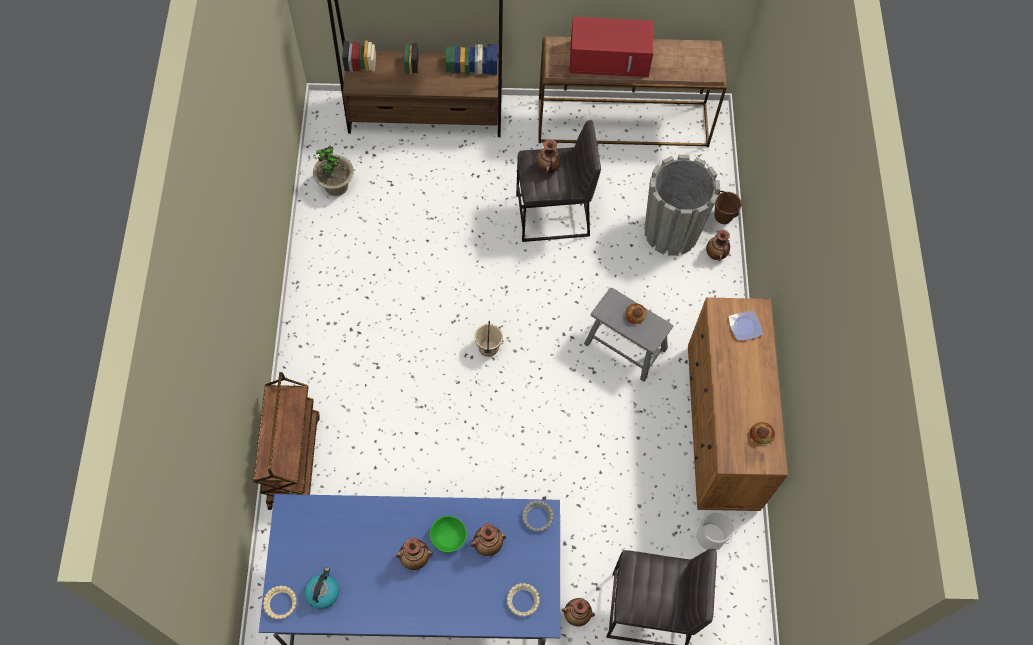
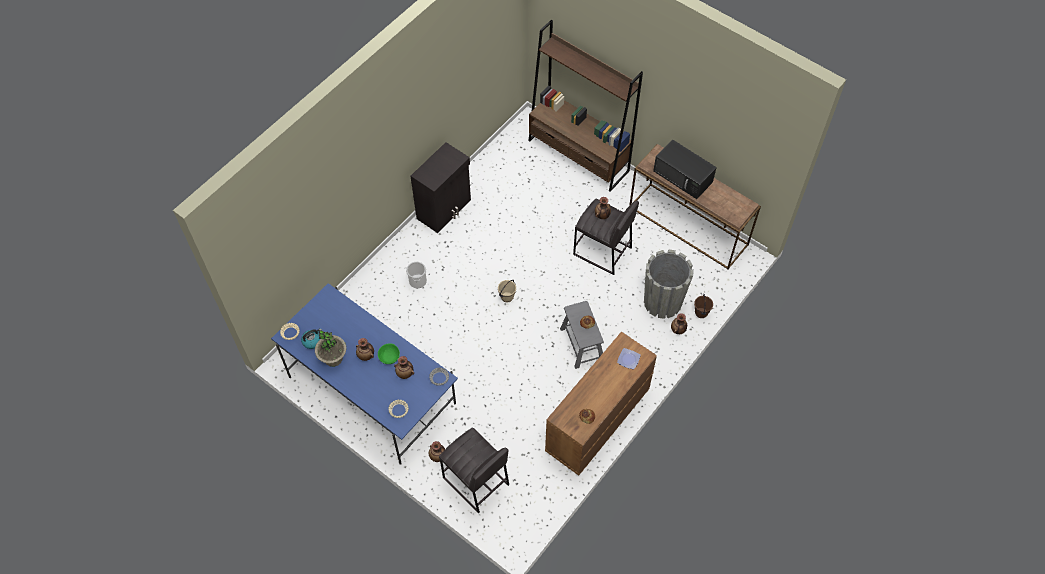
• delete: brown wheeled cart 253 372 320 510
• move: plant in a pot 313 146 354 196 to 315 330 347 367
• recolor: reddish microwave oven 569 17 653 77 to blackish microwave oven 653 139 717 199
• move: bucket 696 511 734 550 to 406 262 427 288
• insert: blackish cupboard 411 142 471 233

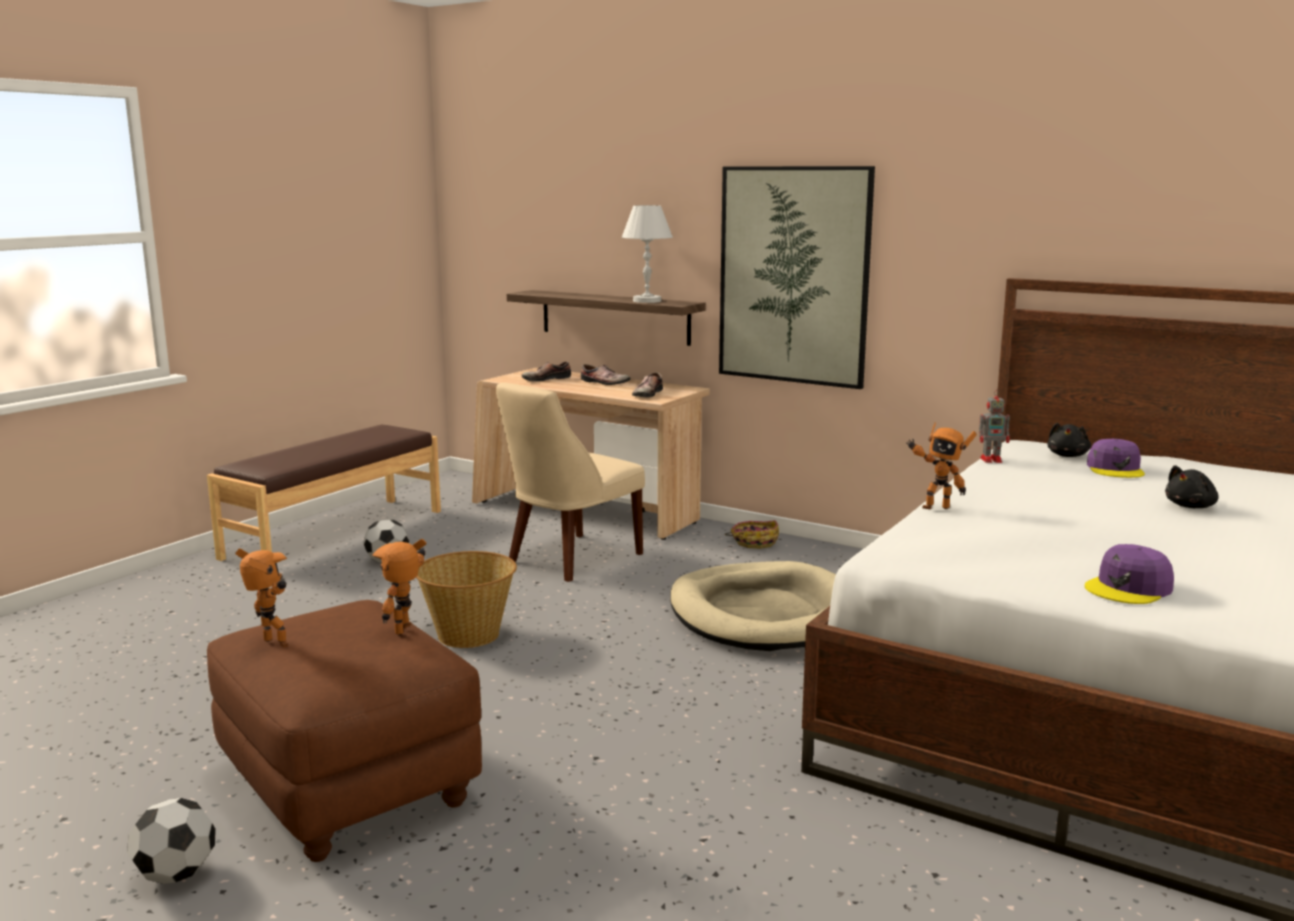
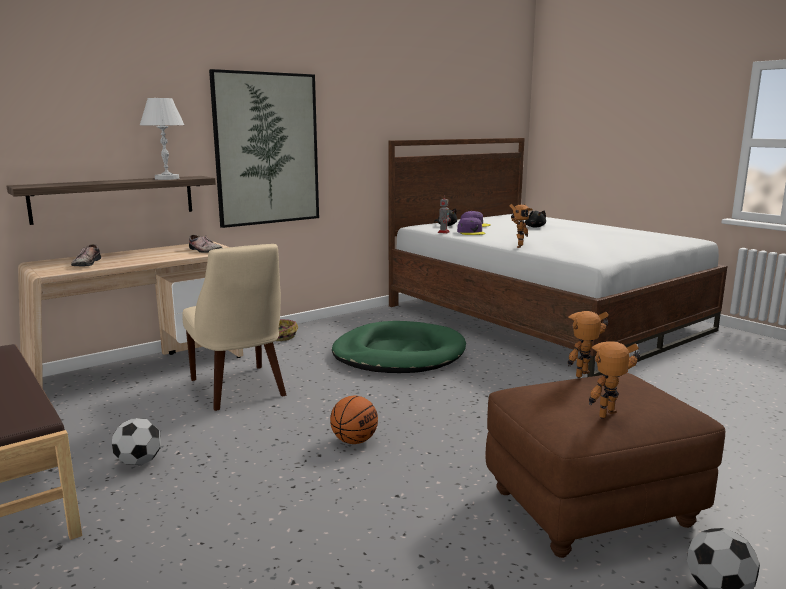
• rotate: robot figure 372 539 427 635 = 568 311 609 378 105 degrees clockwise
• replace: storage basket 416 551 517 648 to basketball 330 396 378 444
• delete: shoe 581 364 631 385
• recolor: beige dog bed 670 561 836 651 to green-coloured dog bed 332 321 466 373
• move: purple-coloured cap 1085 544 1174 604 to 457 217 486 235

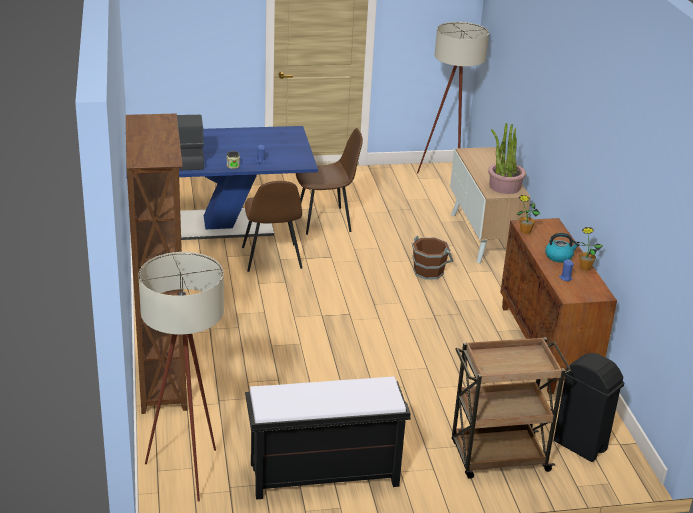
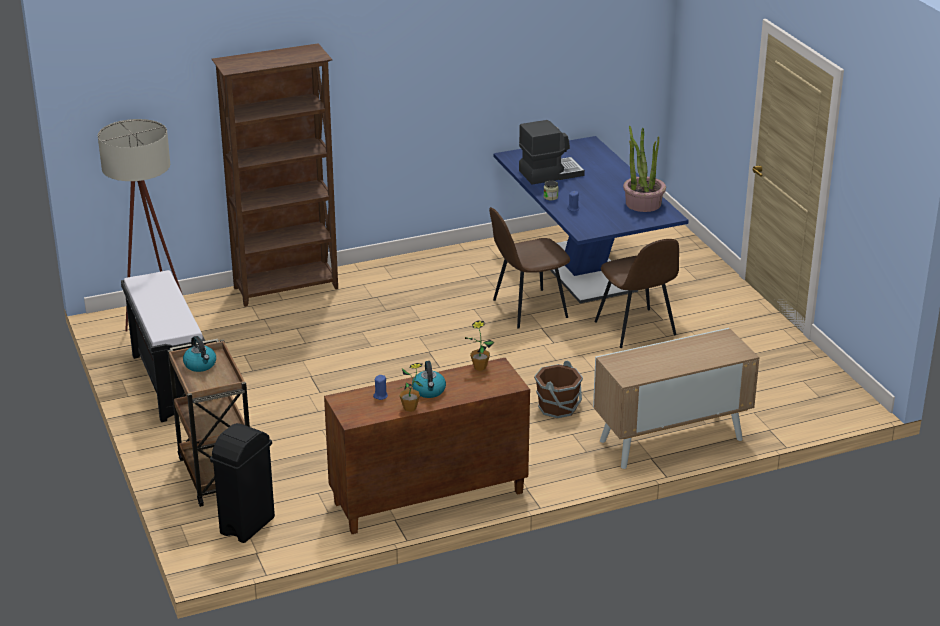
• delete: beige floor lamp 417 22 489 174
• move: plant in a pot 488 123 526 194 to 623 126 666 212
• insert: tea kettle 183 336 216 372

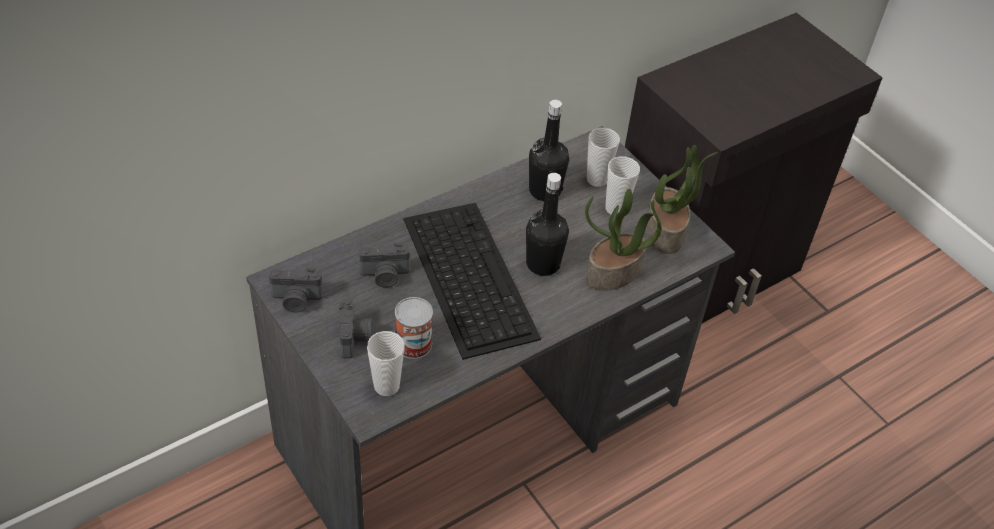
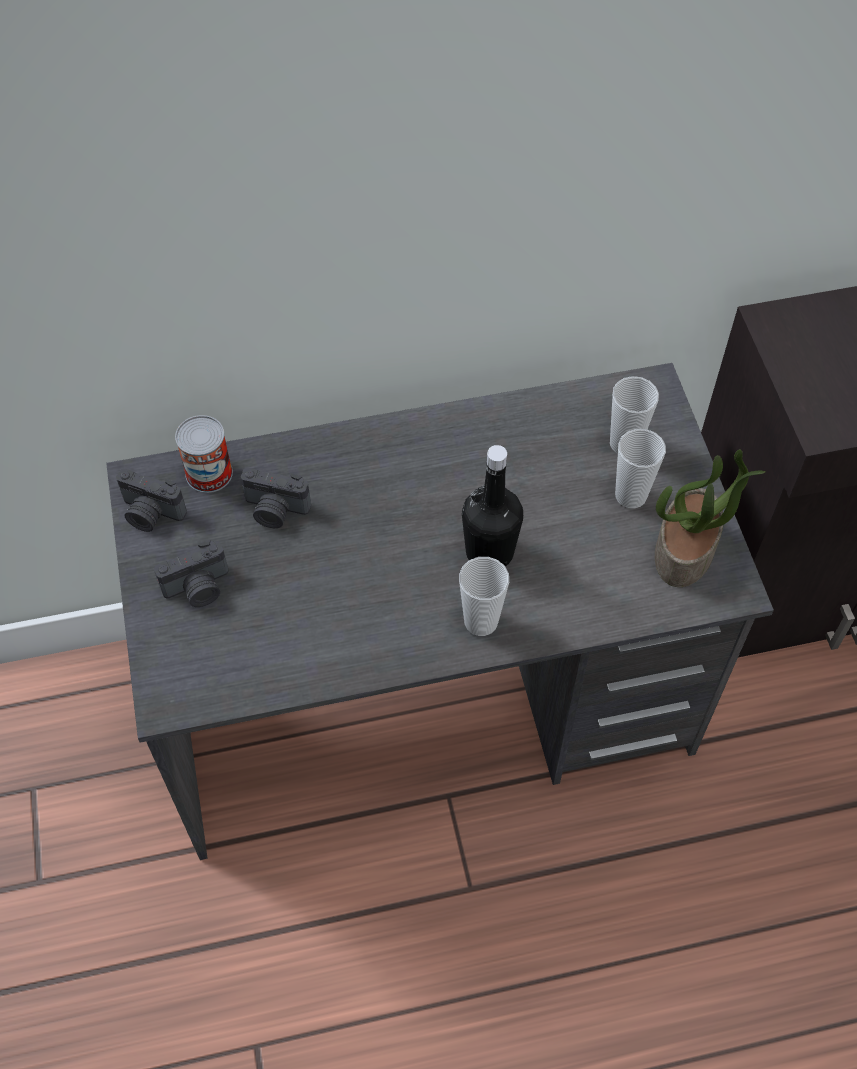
• rotate: photo camera 339 298 372 359 = 154 540 229 607 45 degrees clockwise
• move: drinking cup 367 331 405 396 to 459 557 509 636
• move: sealed can 395 297 433 359 to 175 415 233 493
• delete: keyboard 404 203 541 360
• delete: blackish drink bottle 529 100 569 201
• delete: plant in a pot 585 188 661 291

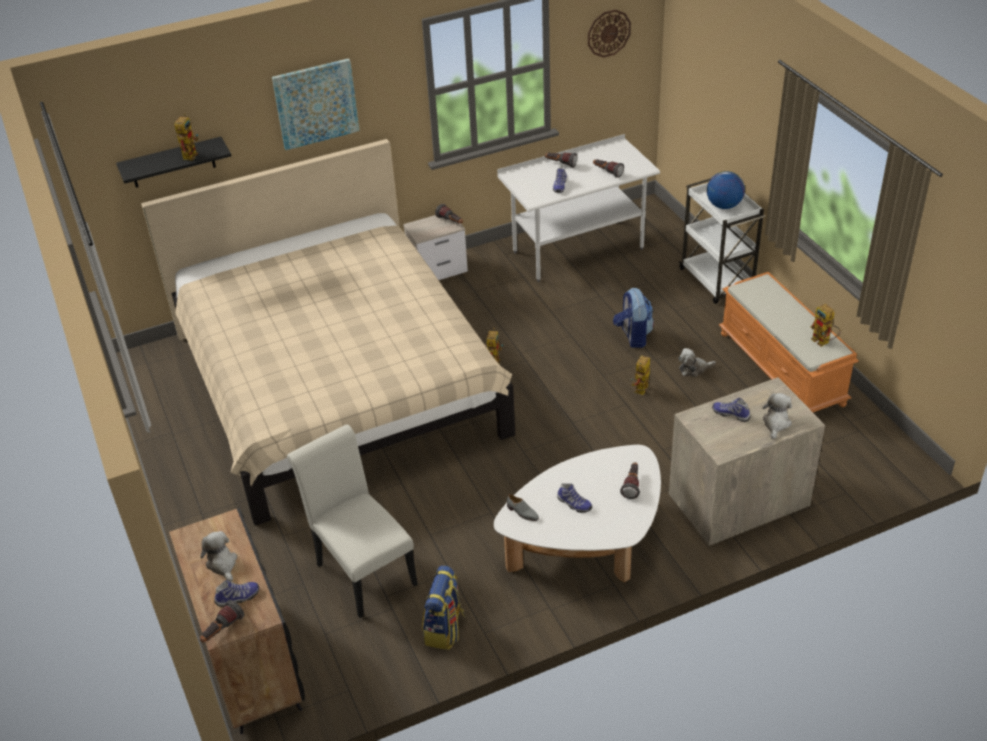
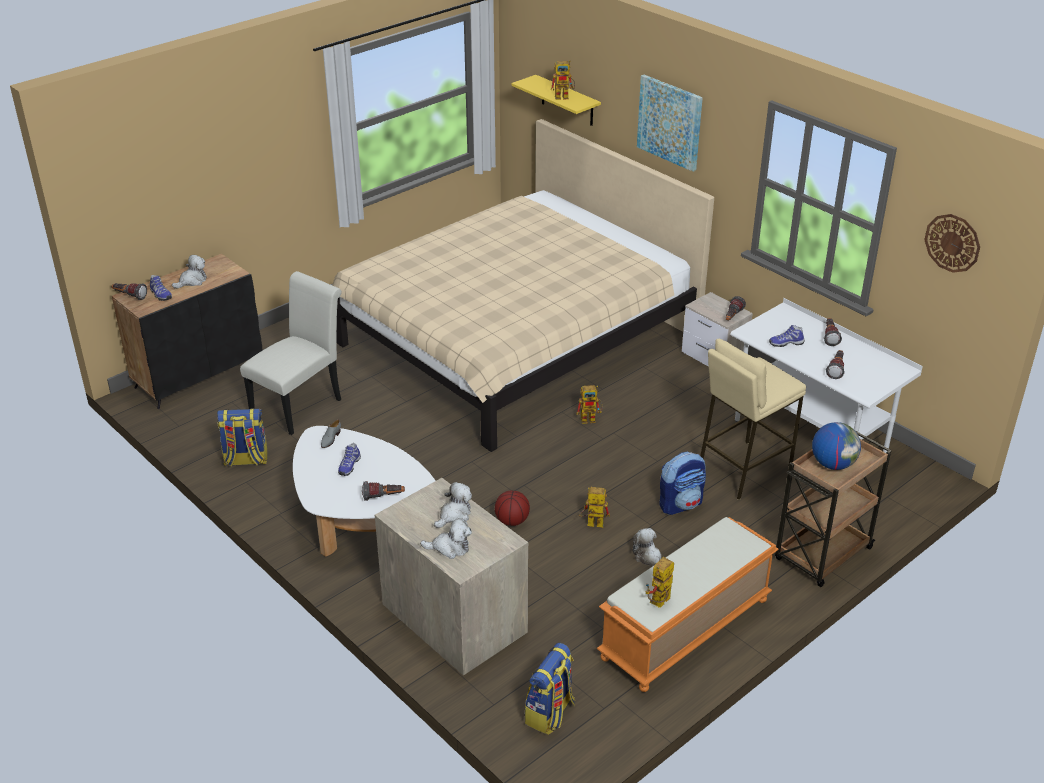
• recolor: blackish wall shelf 116 137 231 188 to yellowish wall shelf 512 75 601 126
• recolor: white wheeled cart 679 178 765 304 to brown wheeled cart 775 431 892 587
• replace: shoe 712 398 750 422 to cuddly toy 434 482 472 528
• insert: basketball 495 491 530 526
• insert: backpack 525 643 575 735
• insert: beige stool seat 700 339 806 500

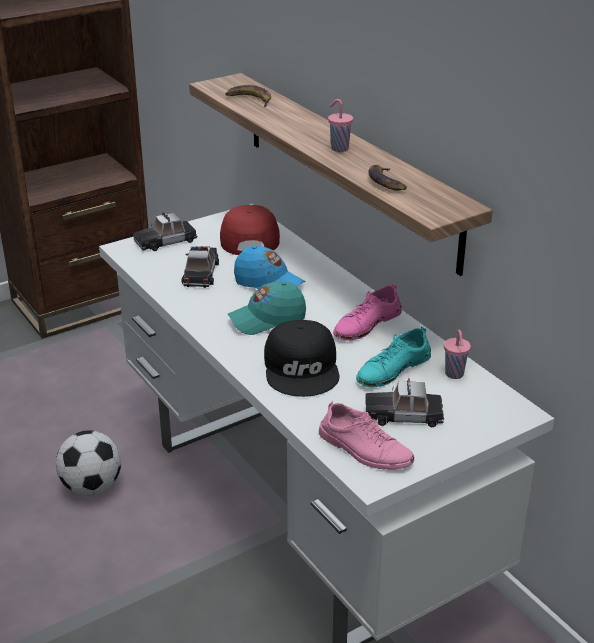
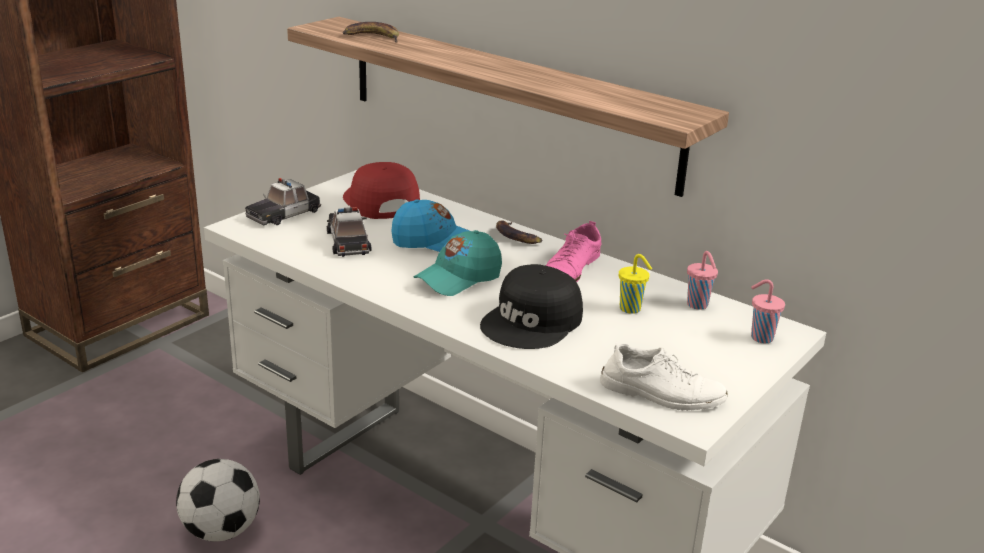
• rotate: blackish cap 264 320 339 397 = 480 264 583 349 60 degrees clockwise
• recolor: pink-coloured shoe 319 401 414 470 to white shoe 600 342 728 411
• move: pink-coloured drinking cup 328 99 353 152 to 751 279 785 344
• replace: turquoise-coloured shoe 356 326 431 388 to yellowish drinking cup 619 254 652 314
• delete: miniature car 365 378 444 427
• move: banana fruit 369 165 407 191 to 496 221 543 244

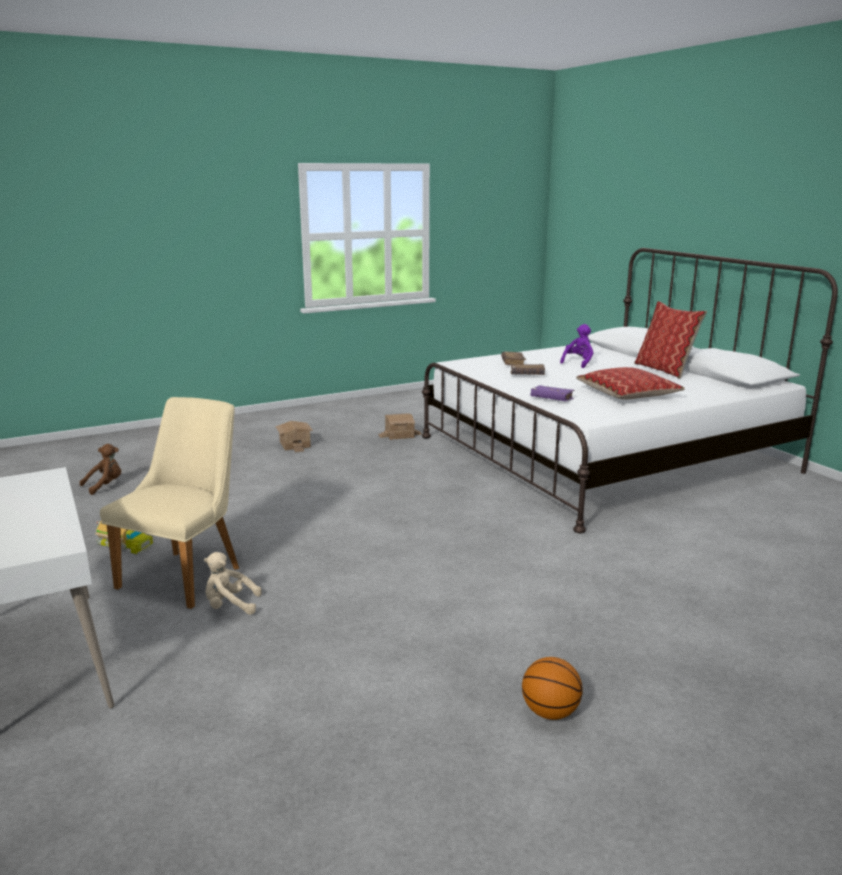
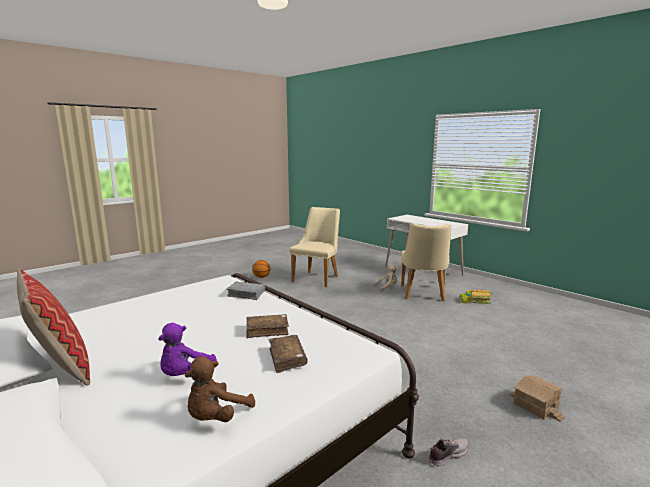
• move: brown cuddly toy 80 444 121 495 to 185 356 255 422
• replace: model house 379 413 421 440 to shoe 429 438 469 467
• recolor: purple-coloured book 531 385 574 401 to gray book 226 282 265 300
• delete: throw pillow 576 367 685 400
• insert: beige chair 289 207 340 287

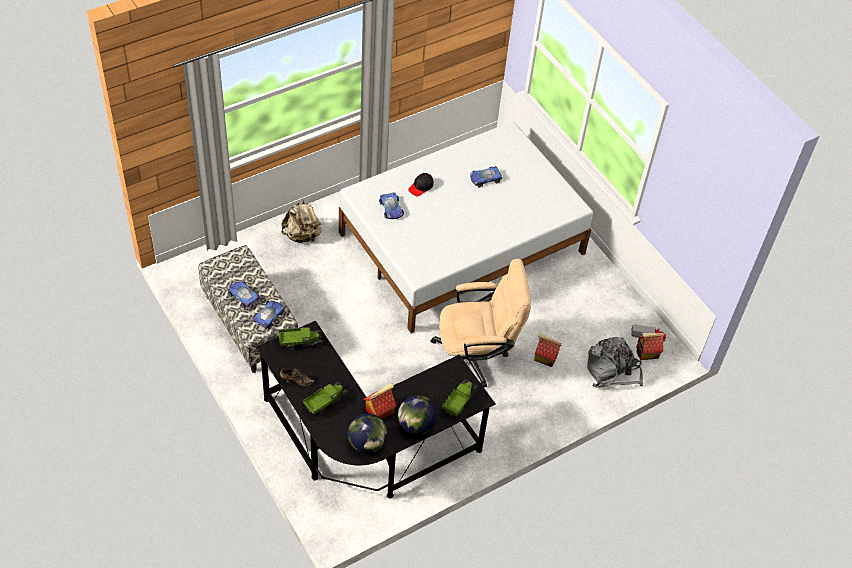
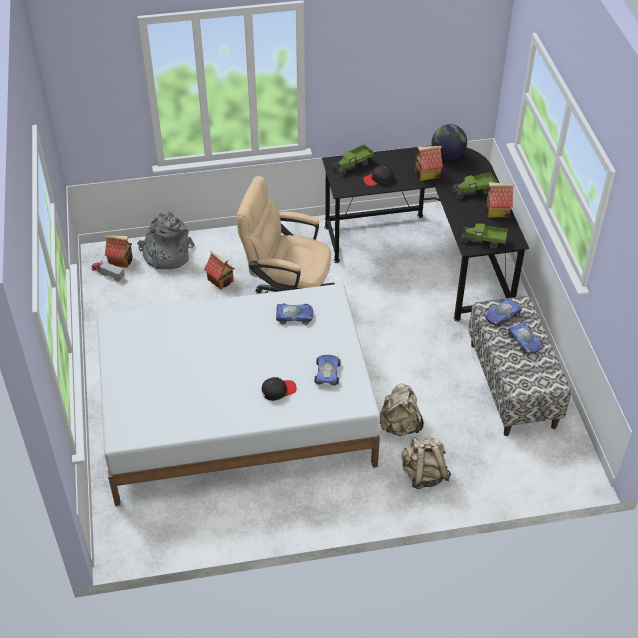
• replace: brown shoe 280 369 315 386 to model house 486 182 514 218
• delete: desk globe 398 395 437 435
• move: miniature car 470 166 502 188 to 276 304 314 325
• insert: blackish cap 363 165 393 186
• insert: beige backpack 380 383 424 436

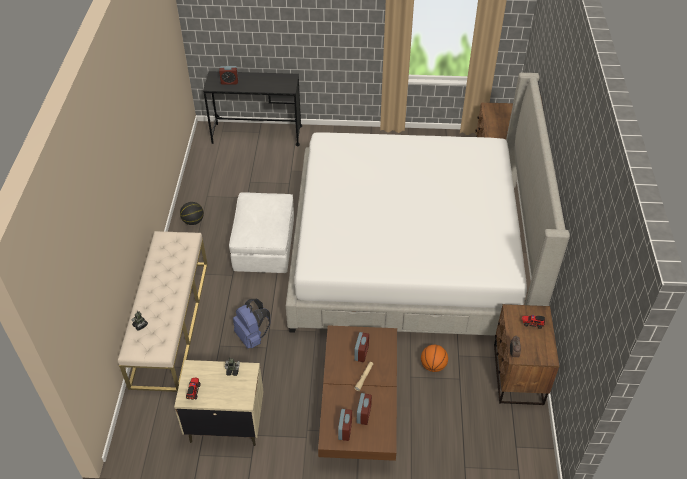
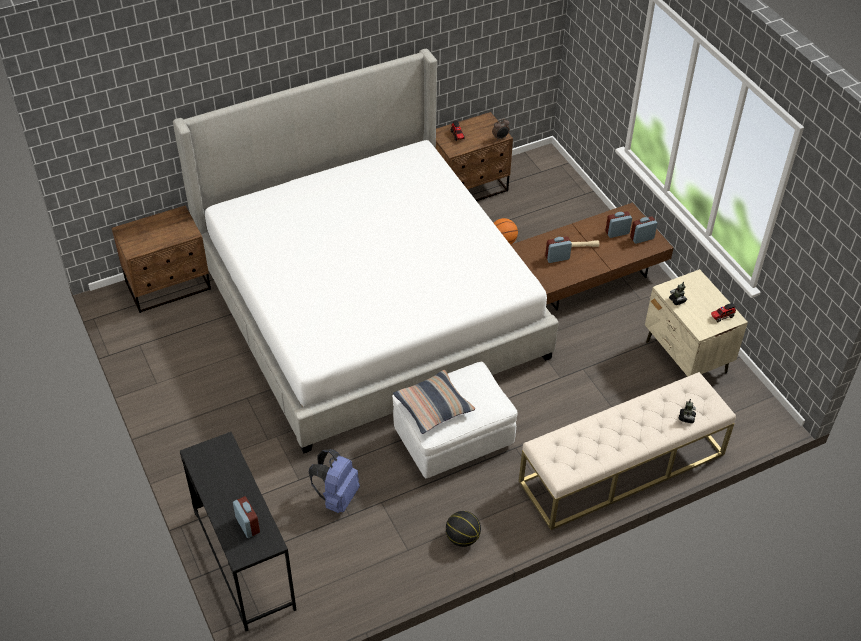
• move: blue backpack 233 299 270 349 to 309 449 360 513
• insert: throw pillow 393 370 475 434

